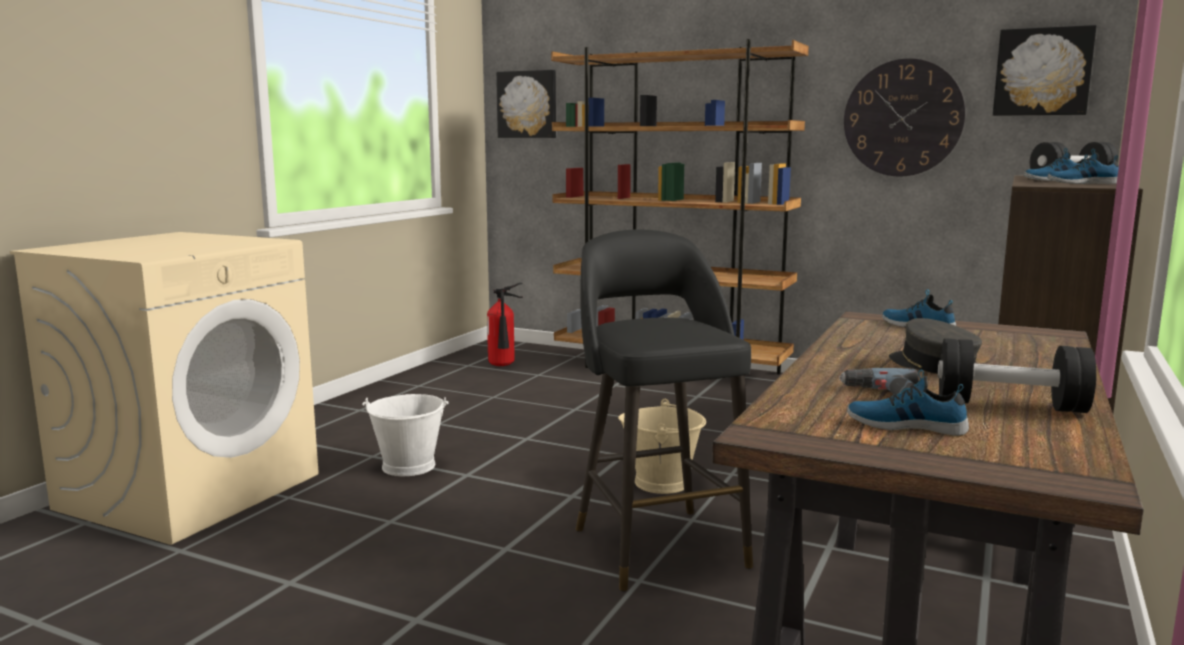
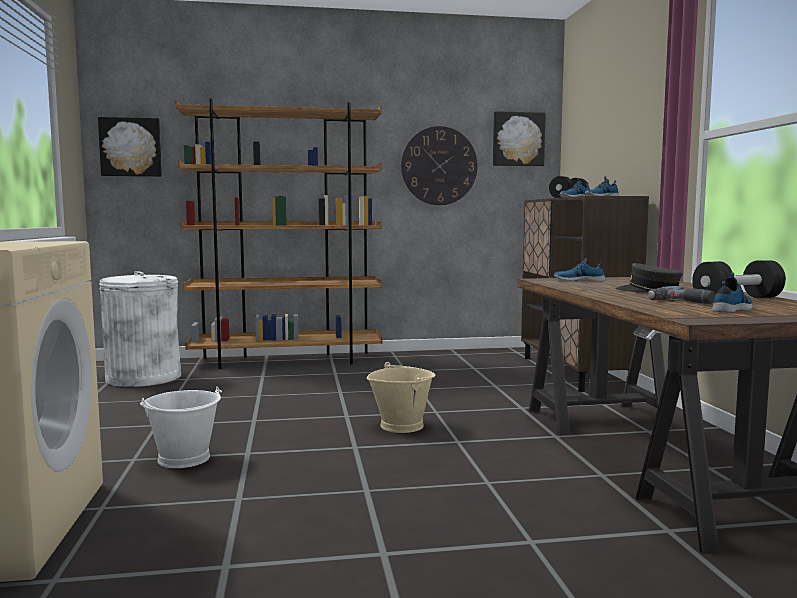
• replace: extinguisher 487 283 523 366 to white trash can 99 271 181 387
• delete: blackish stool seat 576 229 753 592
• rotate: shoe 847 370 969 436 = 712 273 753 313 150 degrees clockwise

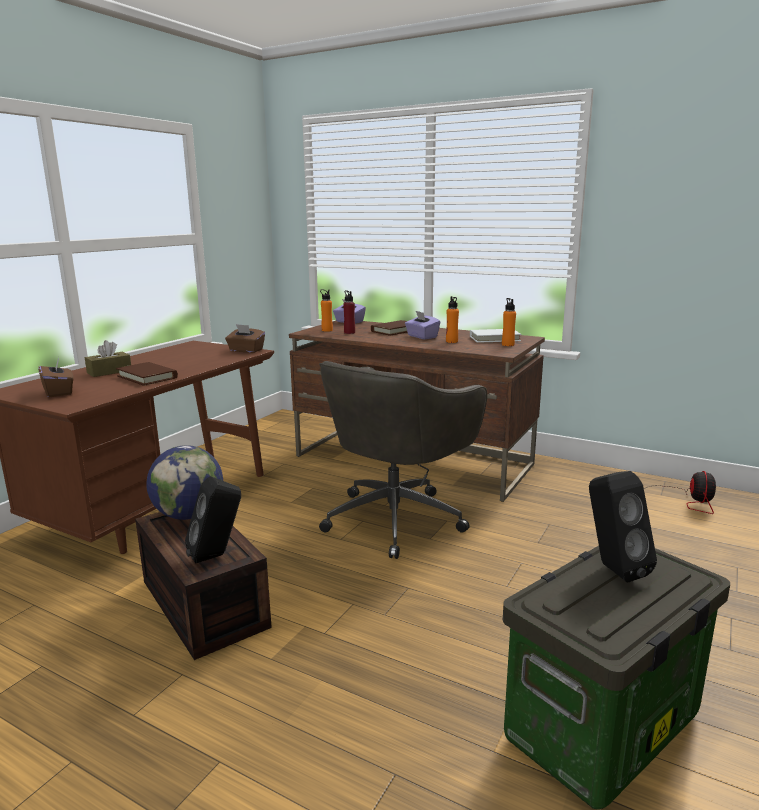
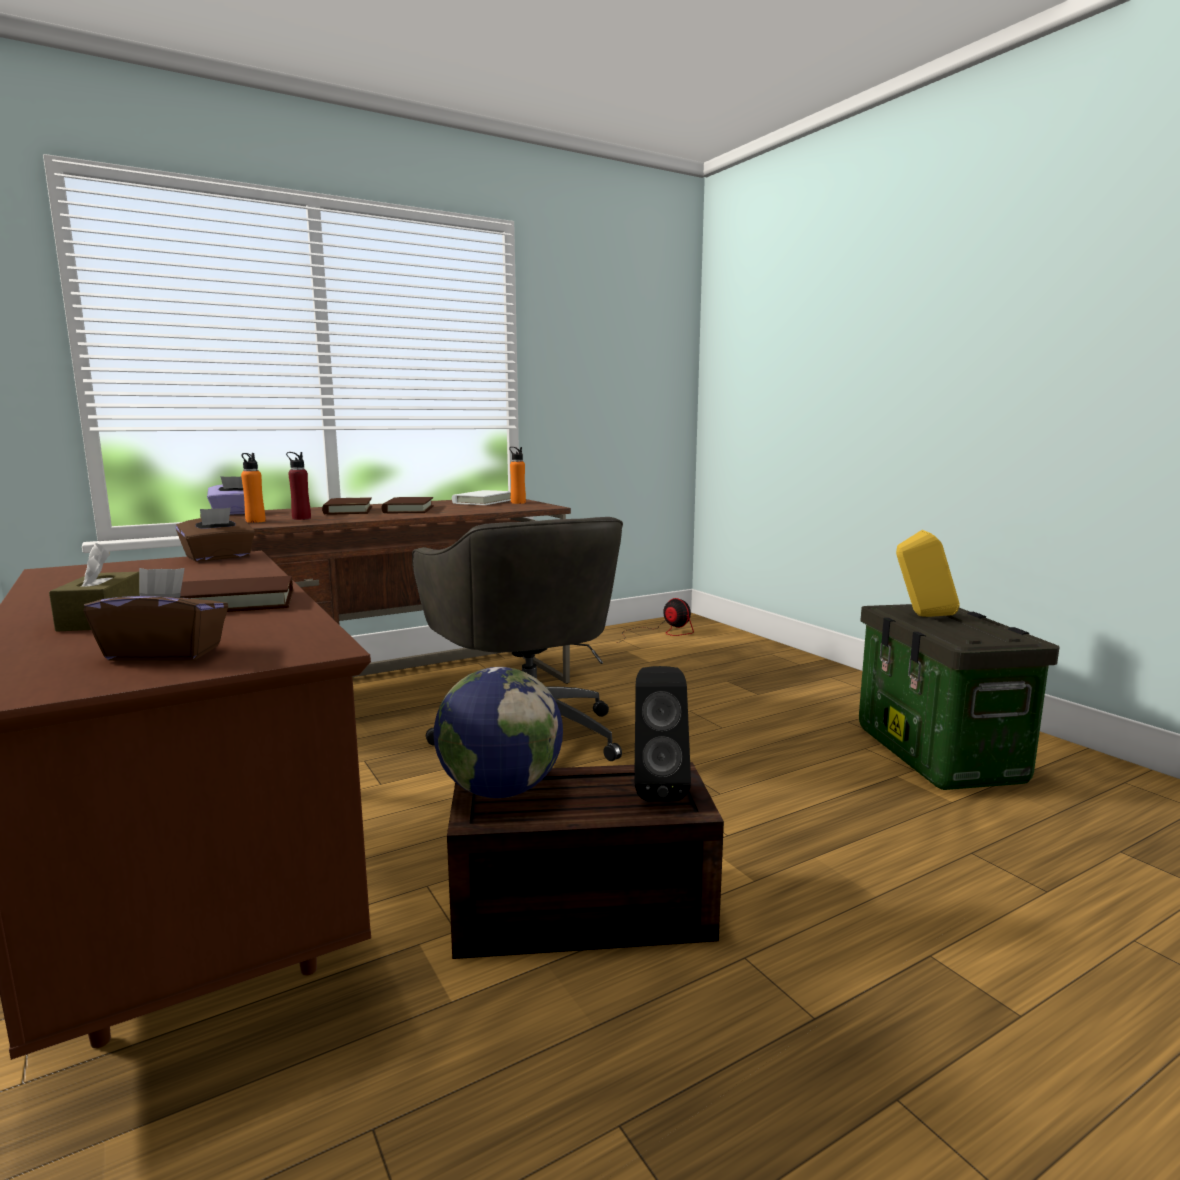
• replace: purple-coloured tissue holder 405 311 440 339 to brown book 382 497 434 513
• delete: orangey drink bottle 446 296 459 343
• recolor: blackish loudspeaker 589 471 657 583 to yellowish loudspeaker 896 530 960 617

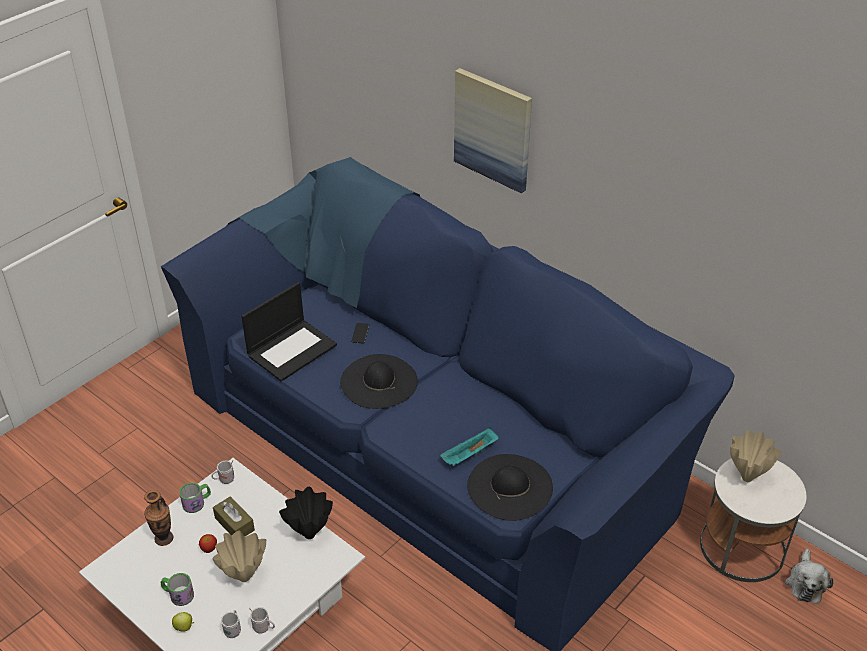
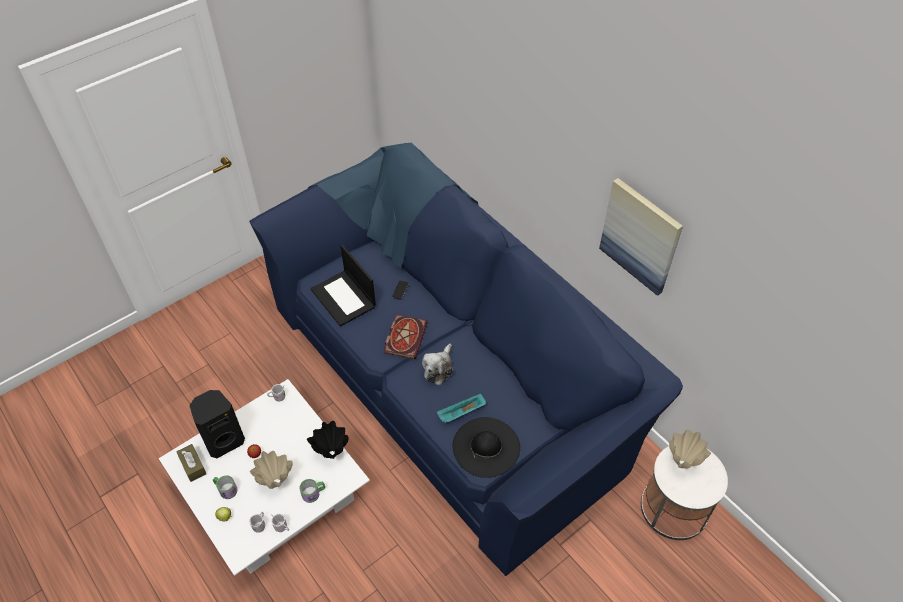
• replace: vase 144 490 173 546 to blackish loudspeaker 189 390 245 458
• move: coffee mug 179 483 211 513 to 299 479 325 503
• move: brown tissue holder 213 496 255 536 to 176 444 207 482
• rotate: portable computer 241 282 337 382 = 311 245 376 327 90 degrees clockwise
• replace: blackish wearable hat 340 354 418 409 to book 383 314 428 359
• move: wall picture 454 68 532 193 to 599 178 683 296
• move: cuddly toy 785 548 834 604 to 422 344 453 385

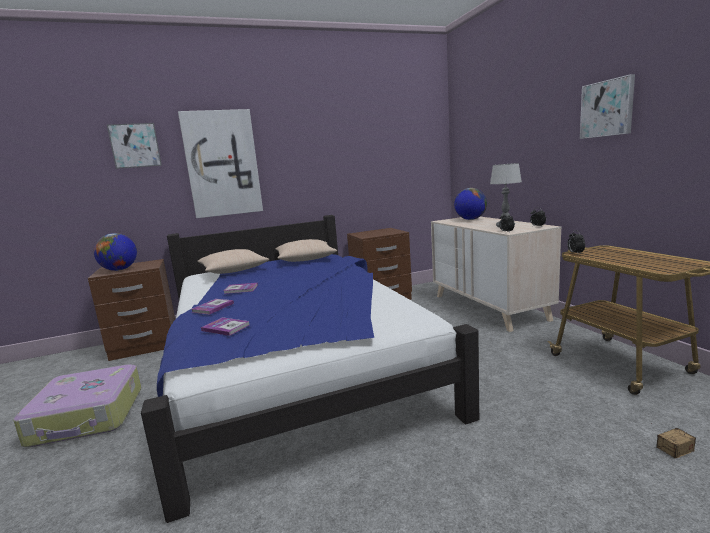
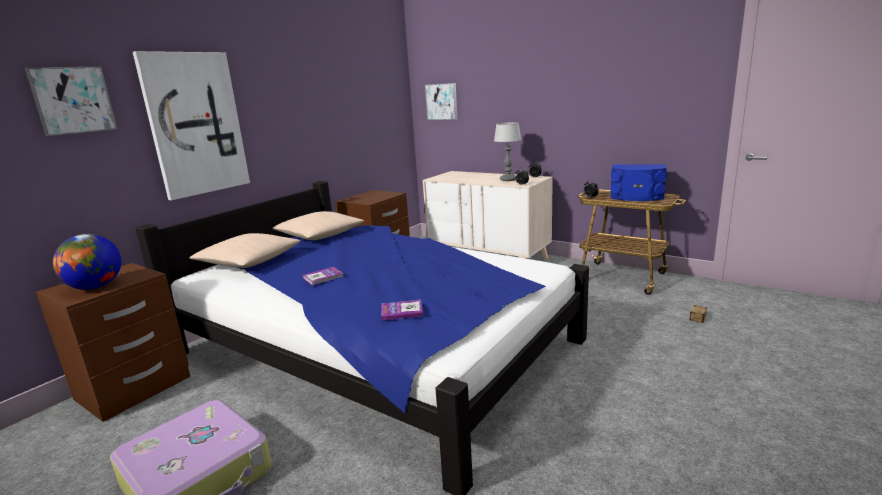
• delete: book 192 299 234 315
• delete: desk globe 454 188 487 220
• move: wall picture 580 74 635 139 to 425 83 457 120
• insert: blue loudspeaker 610 164 667 201

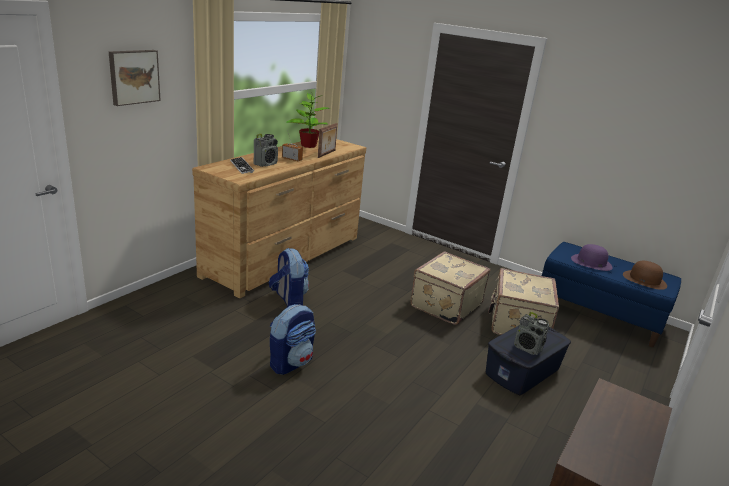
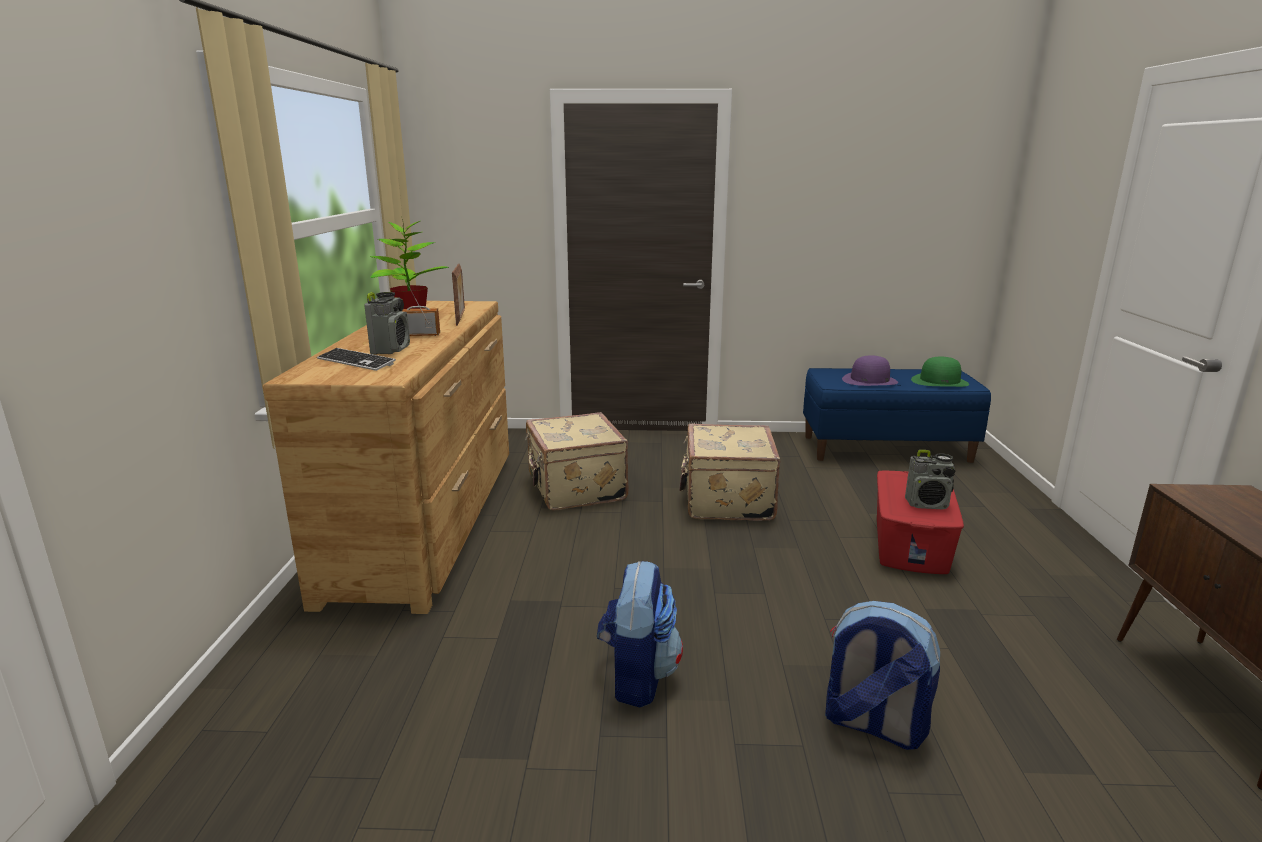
• delete: wall picture 109 50 161 106
• move: backpack 269 248 309 307 to 825 601 940 750
• recolor: blue storage box 486 326 571 395 to reddish storage box 877 471 964 574
• move: beige suitcase 488 268 559 335 to 525 412 629 510
• recolor: brown wearable hat 623 261 667 290 to green-coloured wearable hat 911 357 969 387

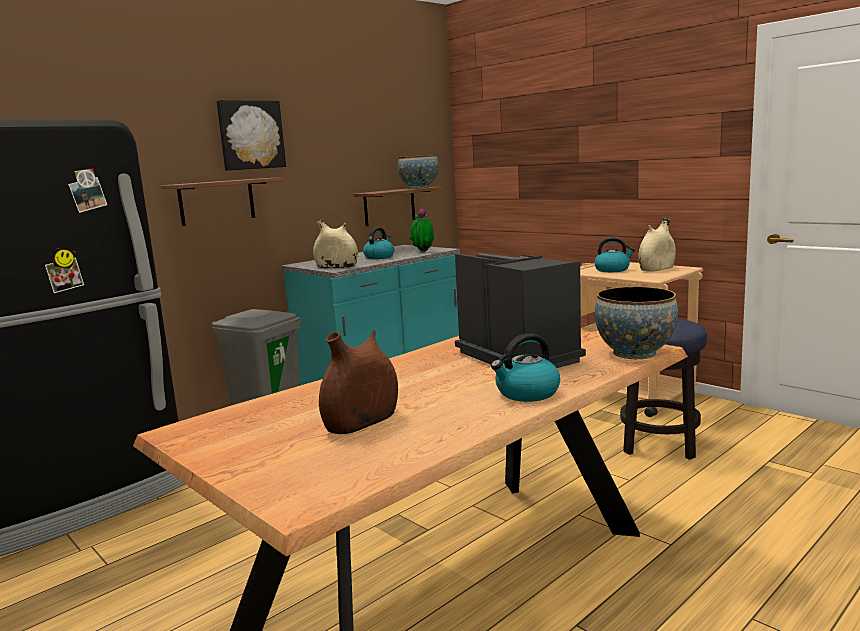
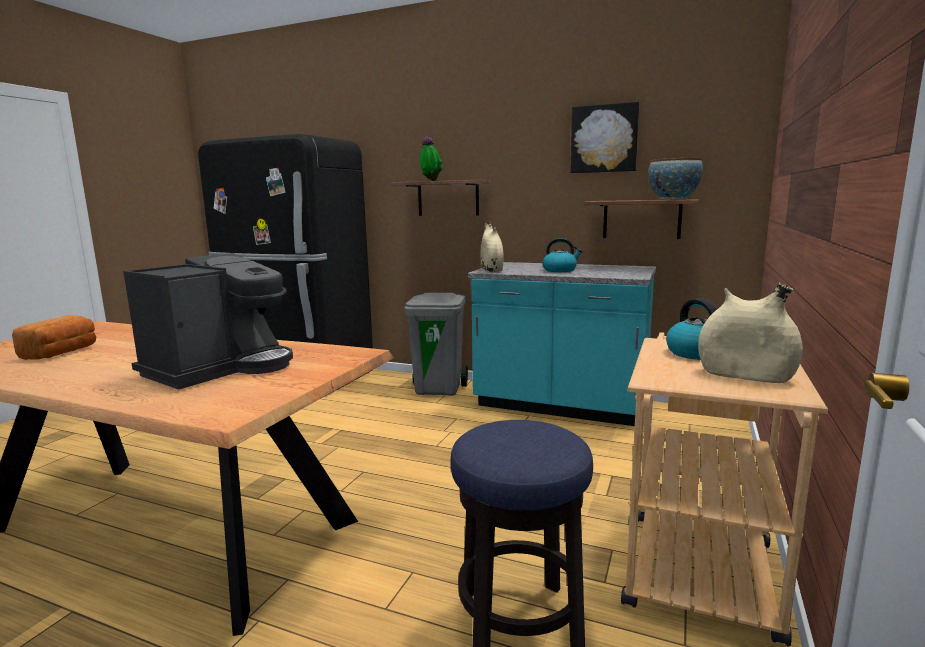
• move: wall picture 217 100 286 171 to 570 102 639 173
• replace: brown vase 319 330 398 434 to baked bread 12 315 96 360
• move: plant in a pot 409 208 435 252 to 420 136 442 181
• delete: tea kettle 491 333 560 402
• delete: bowl 595 287 678 359

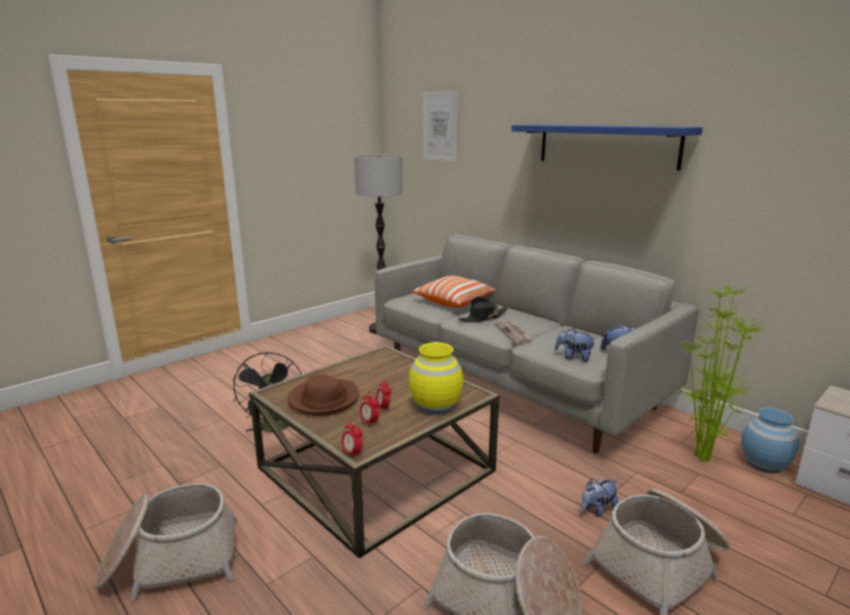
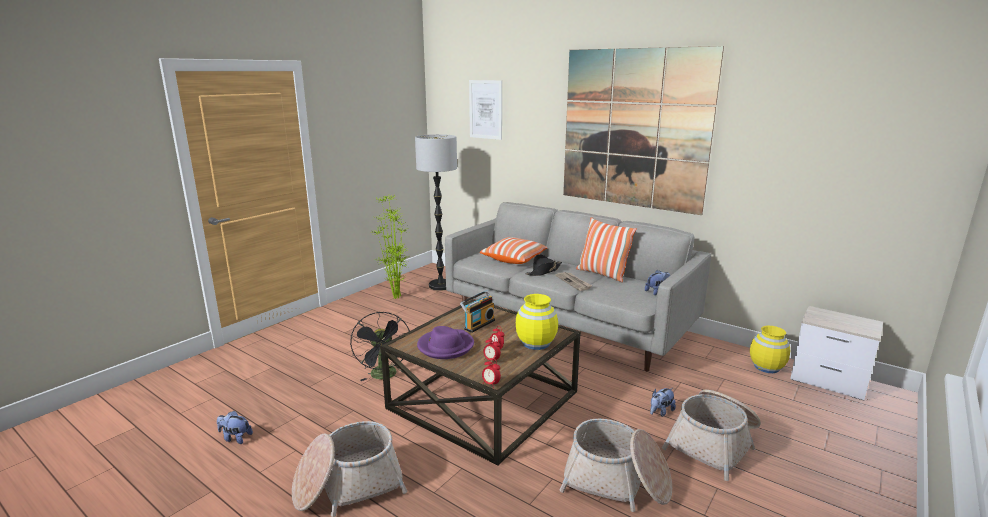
• recolor: brown wearable hat 288 374 359 416 to purple-coloured wearable hat 417 326 474 359
• replace: blue wall shelf 512 125 703 170 to wall picture 563 46 724 215
• move: cuddly toy 555 328 597 362 to 217 411 253 444
• move: plant in a pot 676 284 768 463 to 372 195 408 299
• recolor: blue vase 741 407 799 473 to yellowish vase 750 326 790 373
• insert: radio set 460 290 495 333
• insert: throw pillow 576 217 637 282

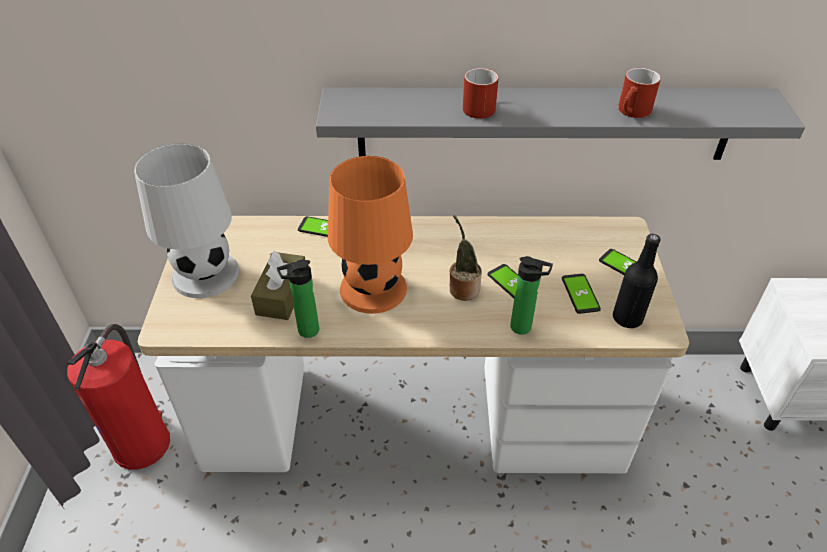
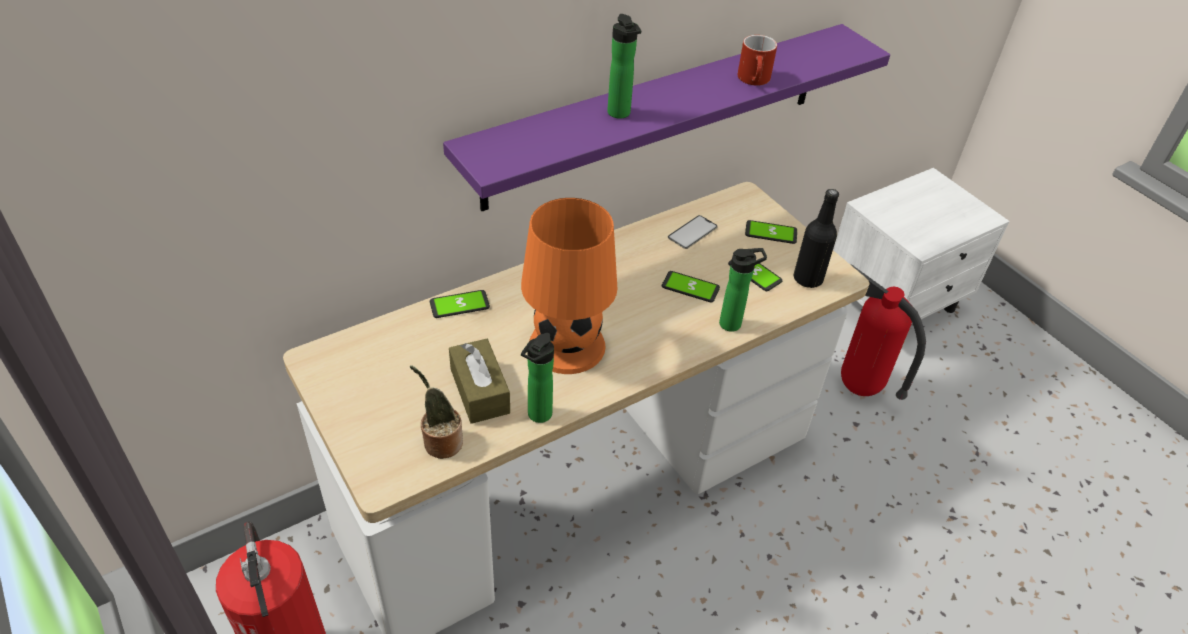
• delete: white lamp for a table 134 143 239 298
• recolor: gray wall shelf 316 87 805 160 to purple-coloured wall shelf 443 24 890 211
• move: plant in a pot 450 215 482 301 to 410 365 463 459
• replace: reddish coffee mug 463 68 499 119 to drink bottle 607 14 641 119
• insert: handset 668 215 718 249
• insert: extinguisher 841 264 926 400

